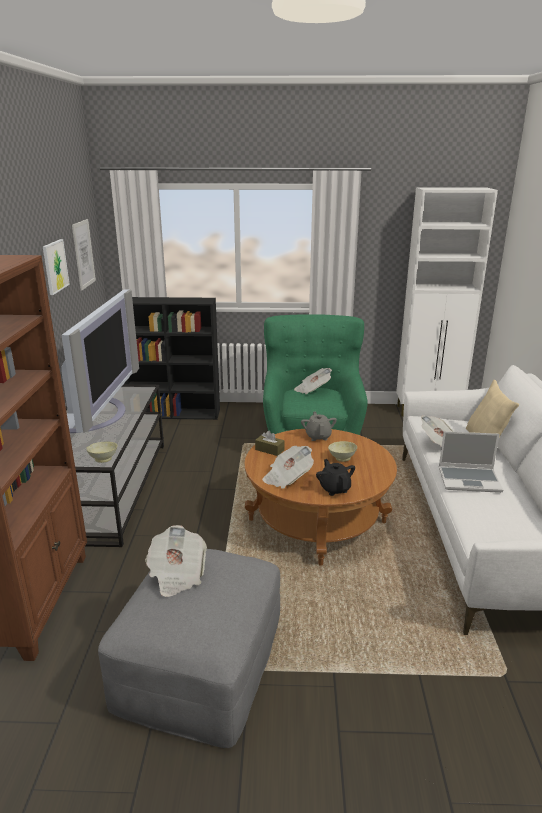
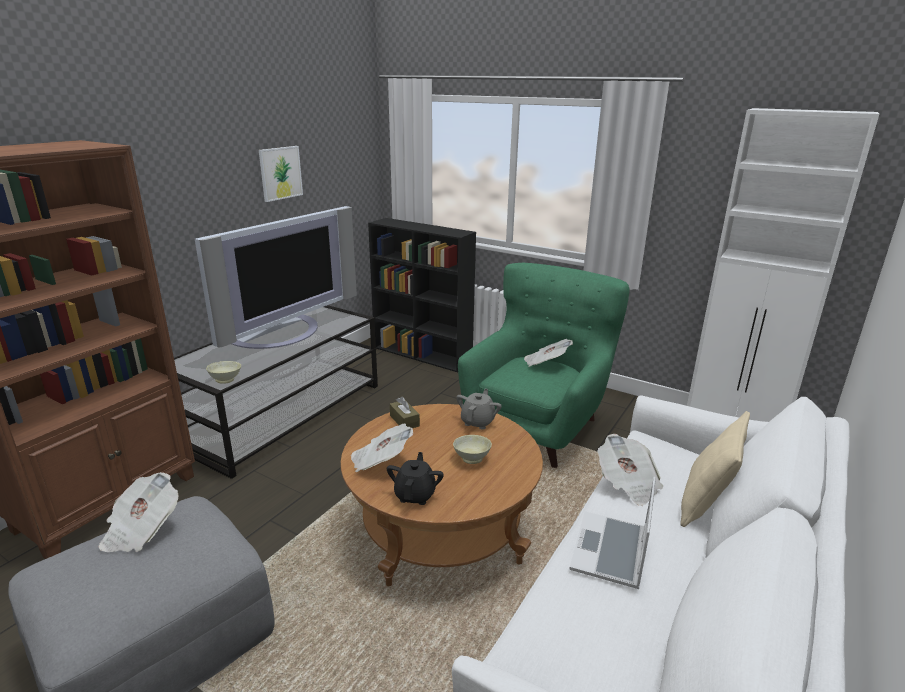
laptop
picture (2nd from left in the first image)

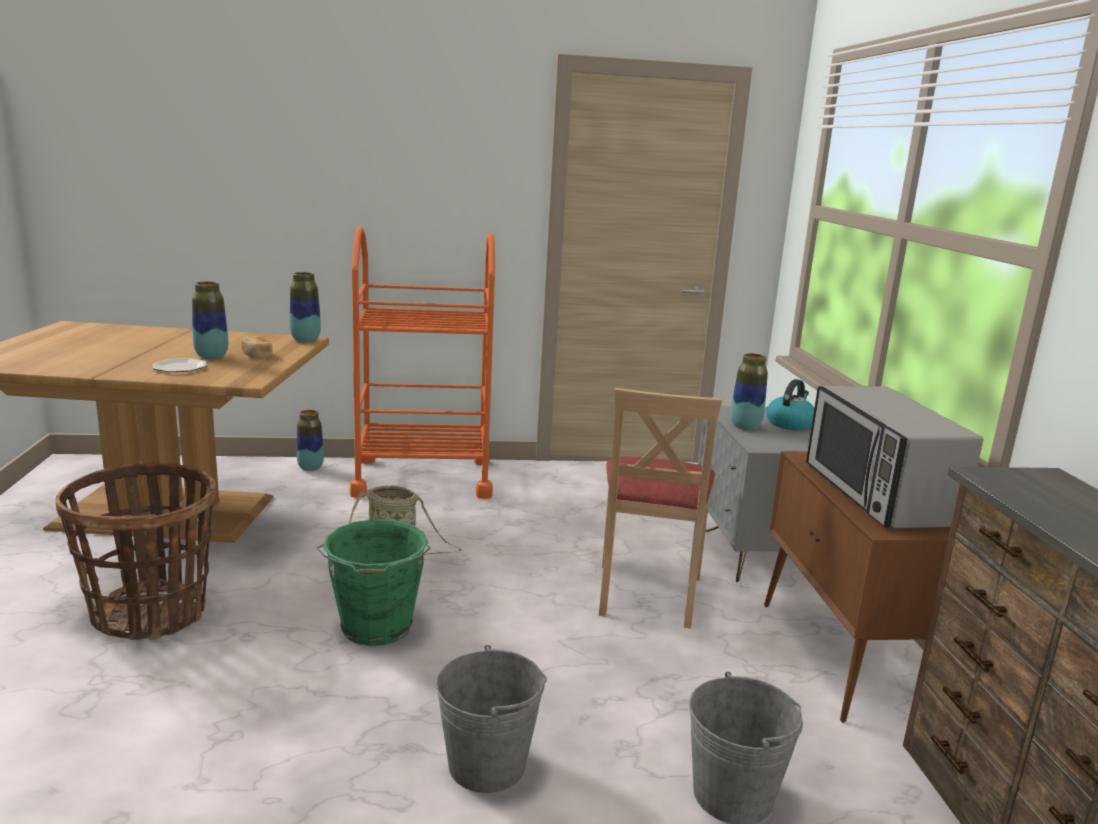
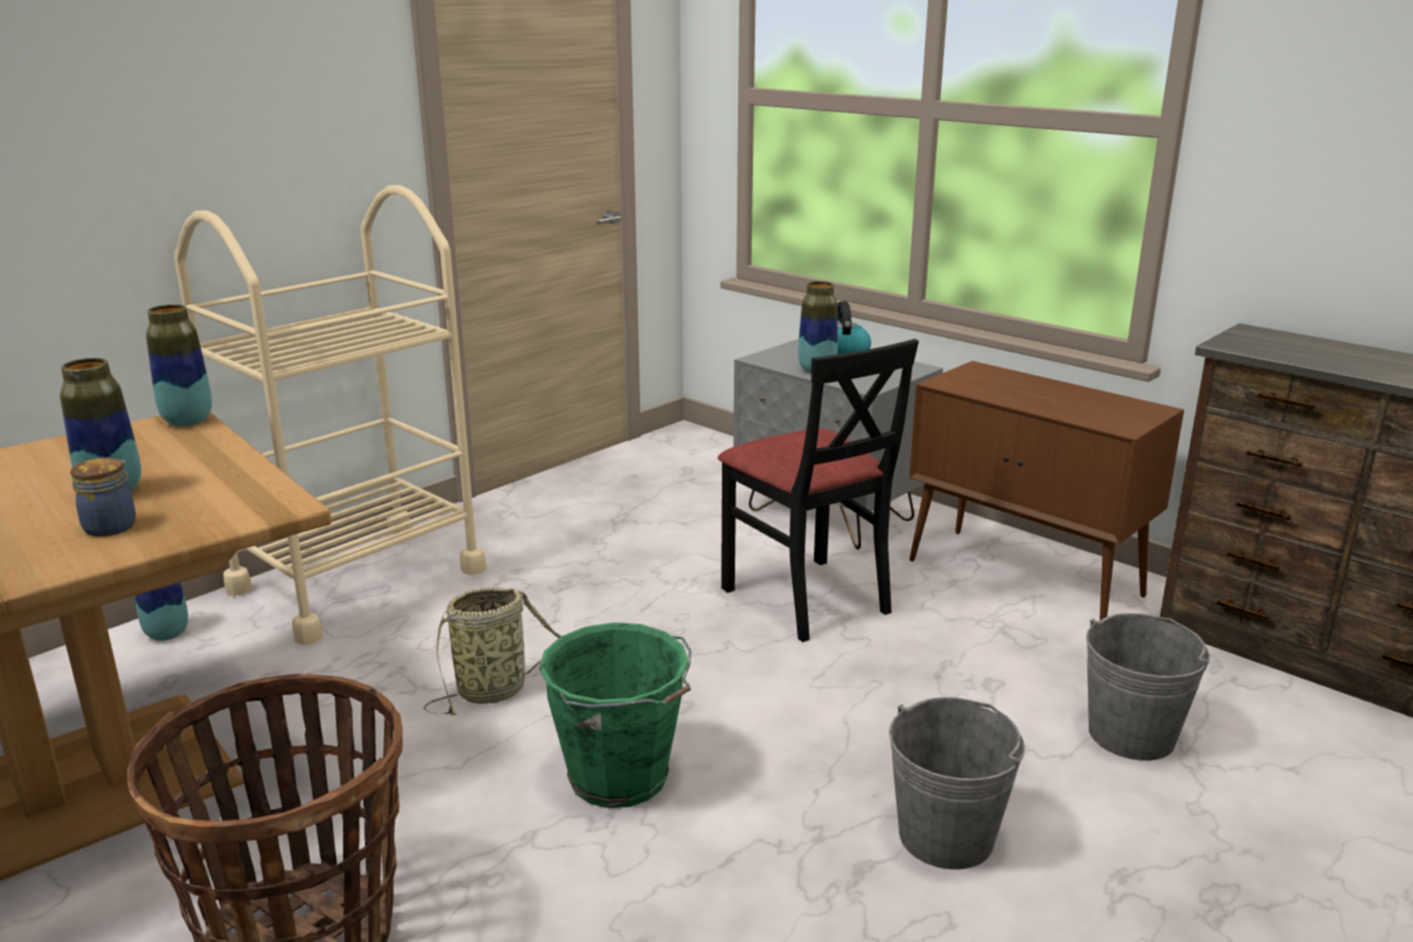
storage jar
beige wheeled cart
blackish plain chair
baked bread
microwave oven

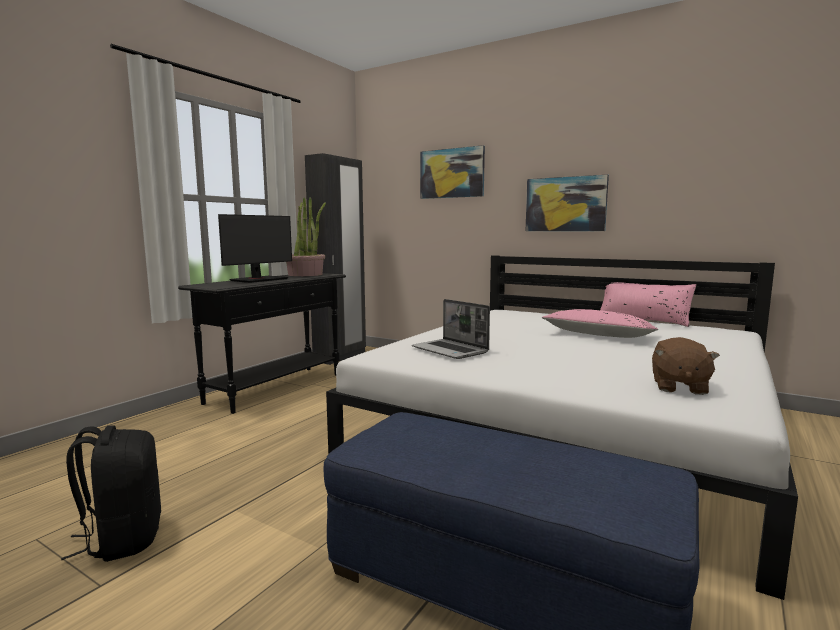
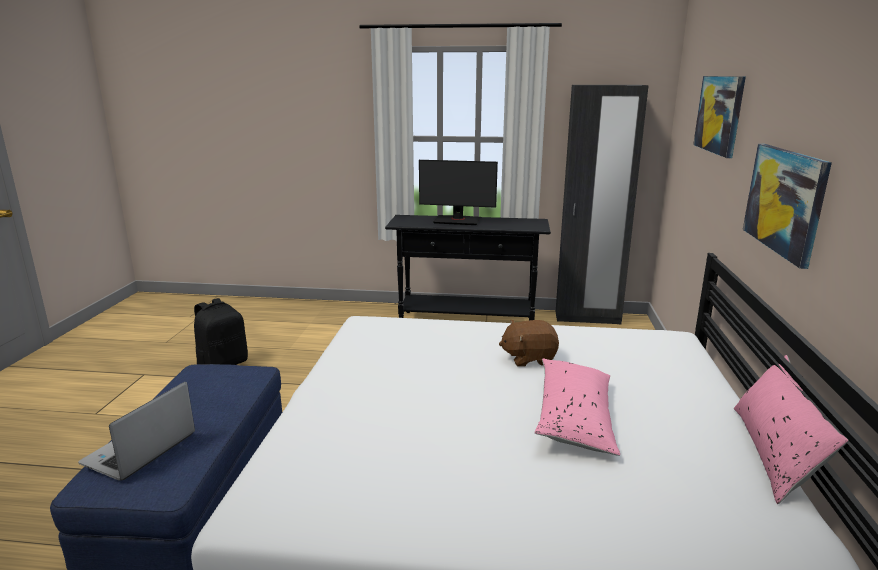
laptop
brown soft toy
houseplant

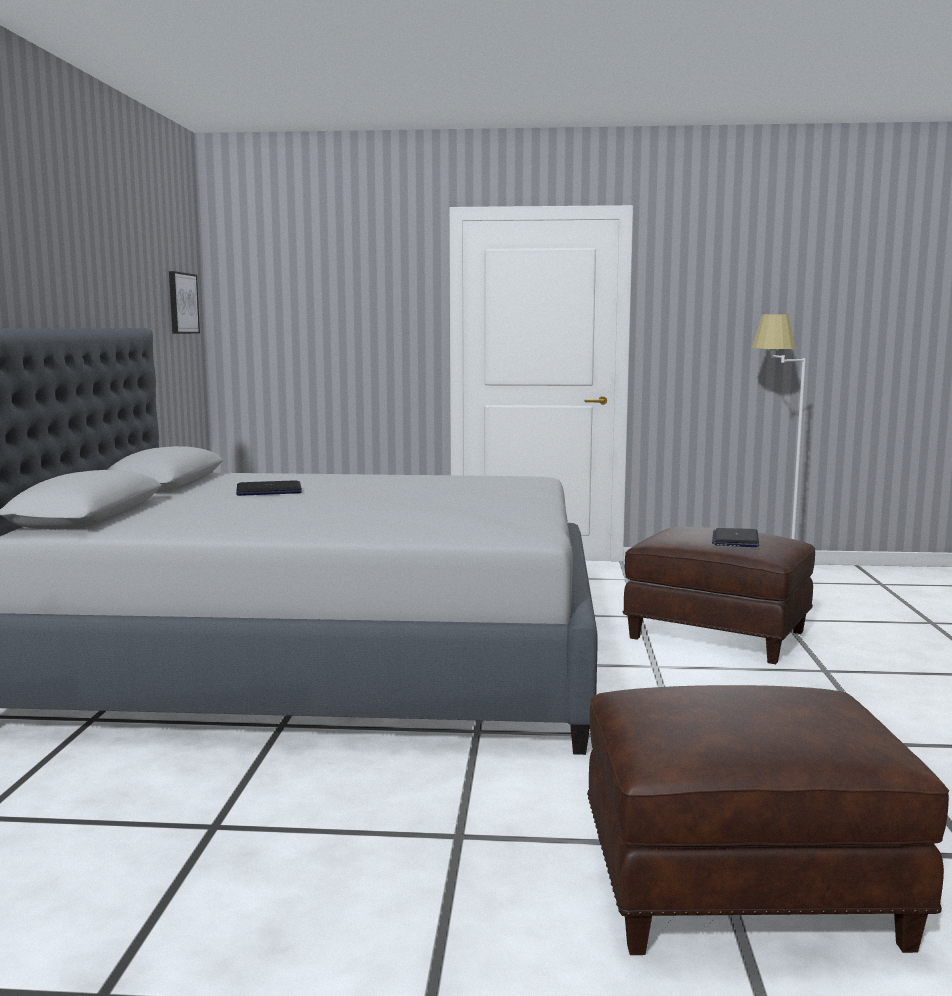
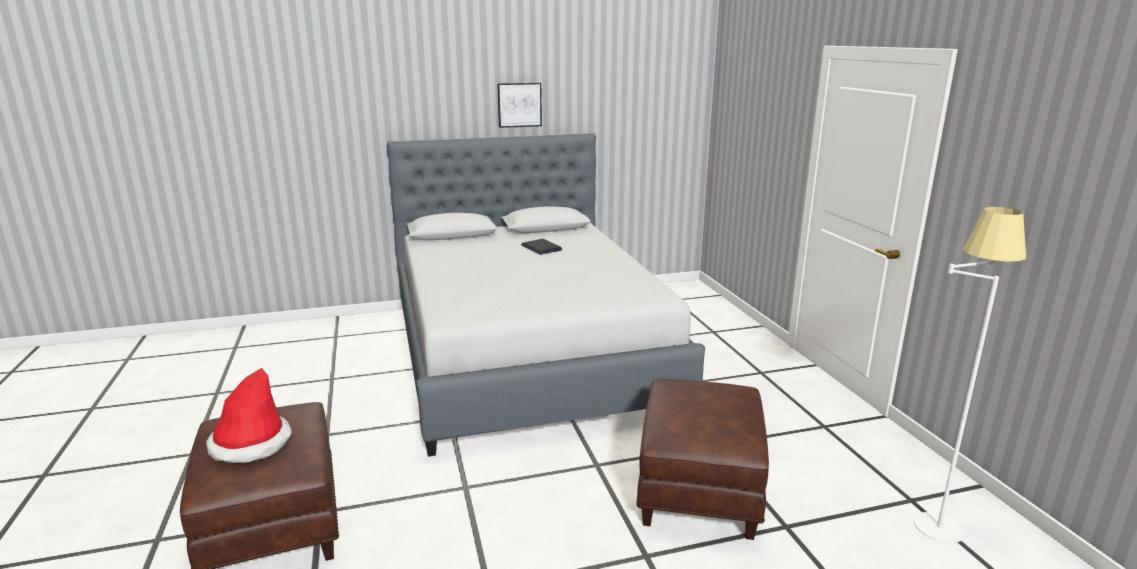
wearable hat
picture
laptop (2nd from left in the first image)

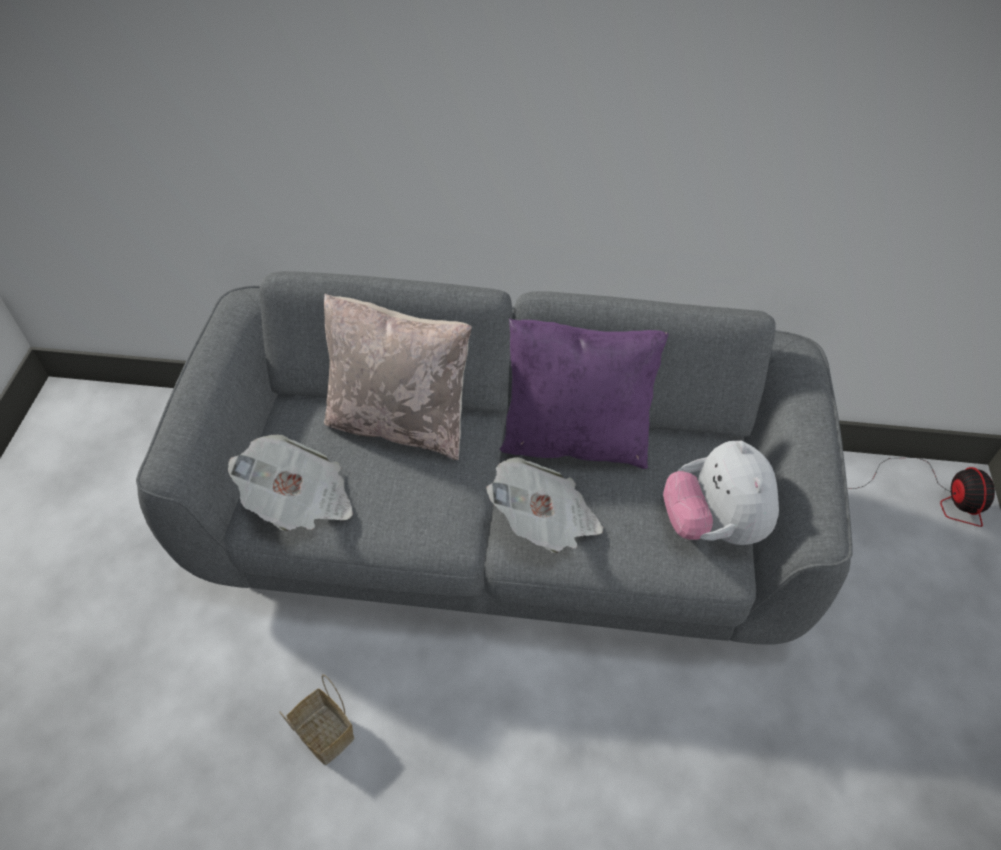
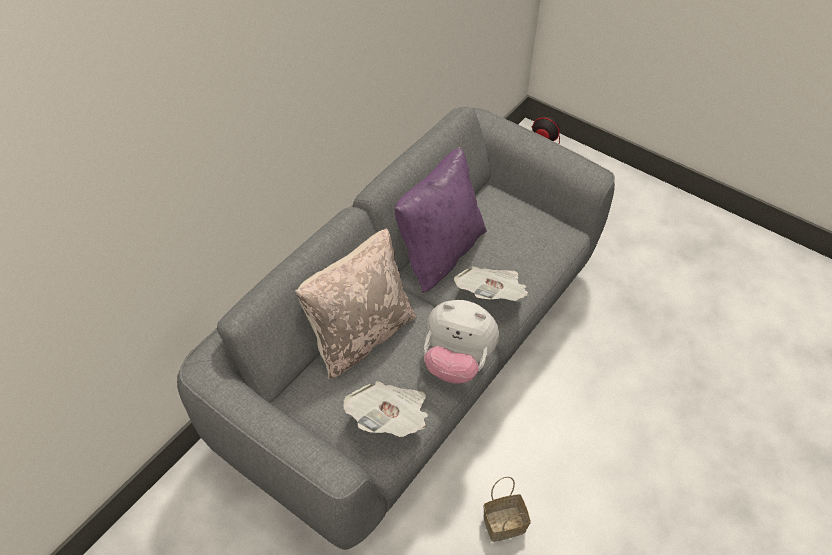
soft toy

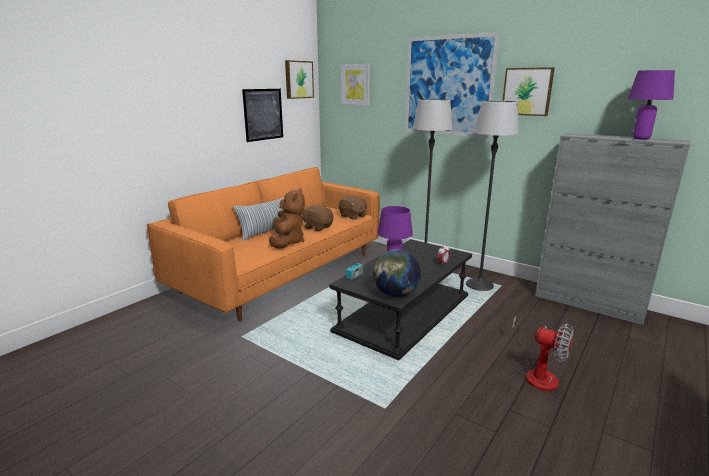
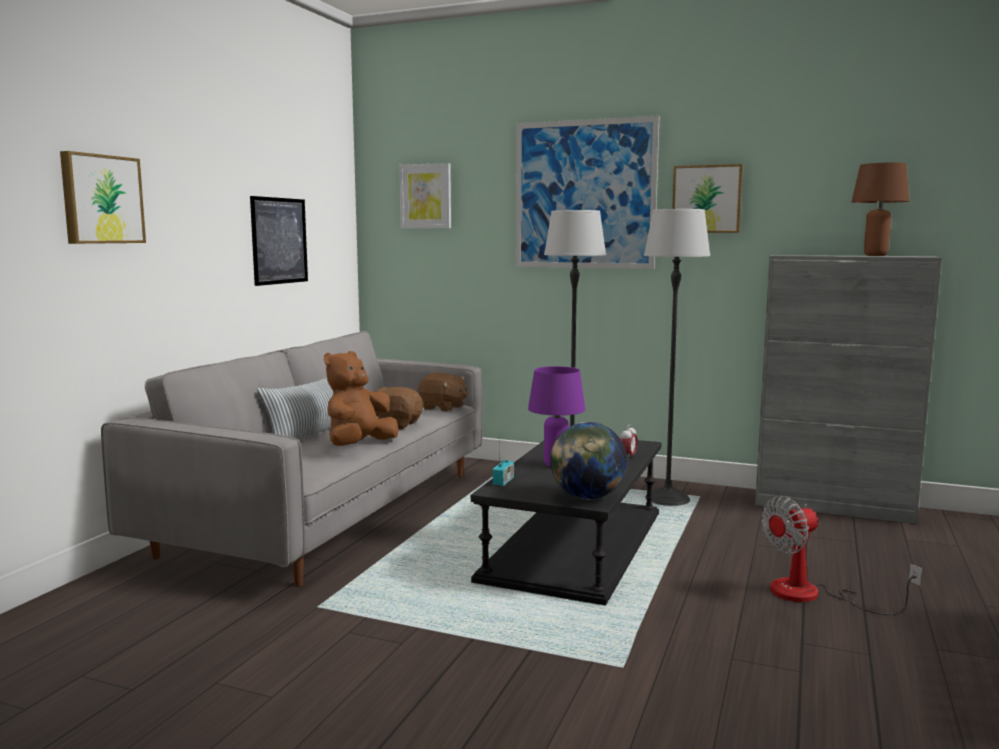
picture (1st from left)
greyish sofa
brown soft toy (1st from left)
electric fan
brown lamp for a table

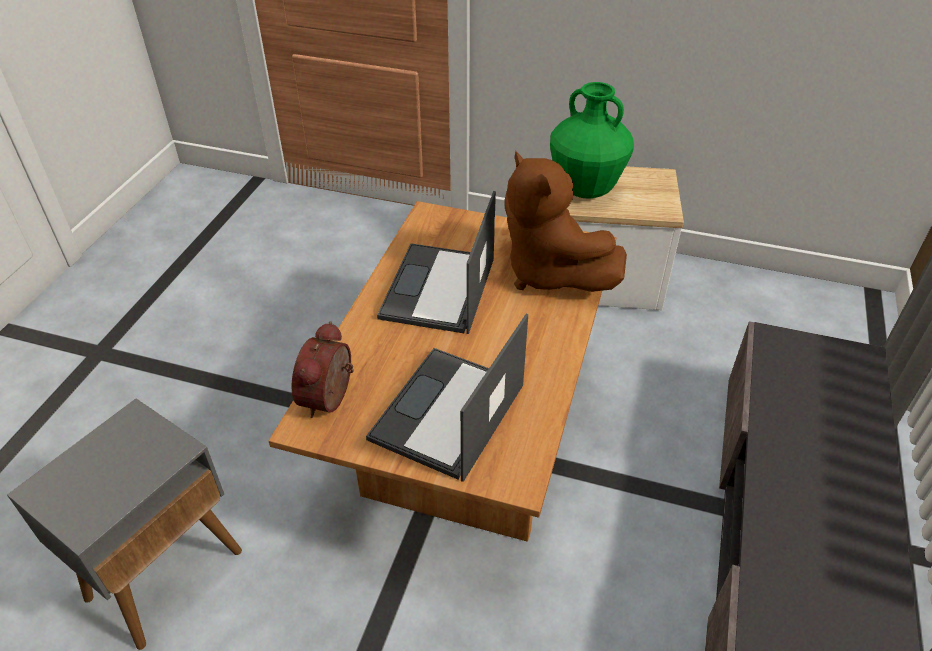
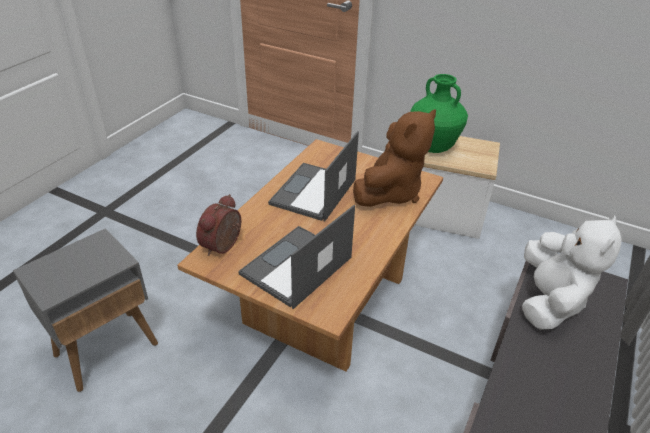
brown soft toy
white soft toy

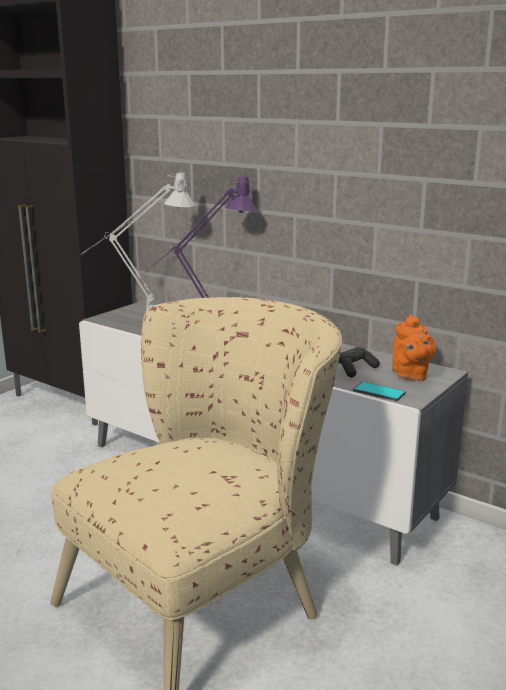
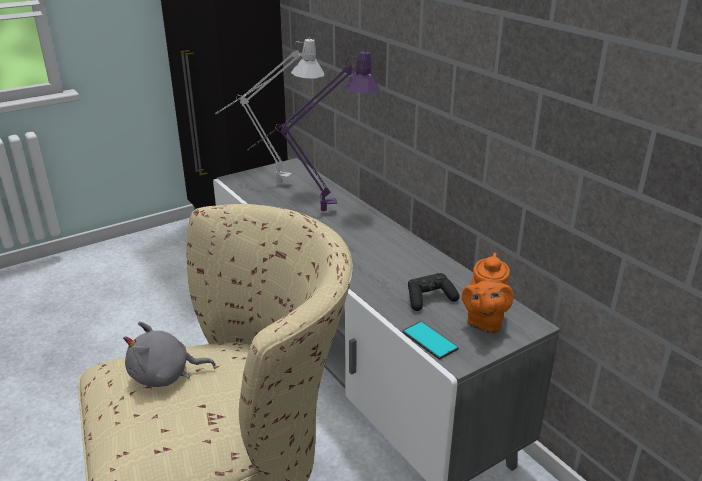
greyish soft toy

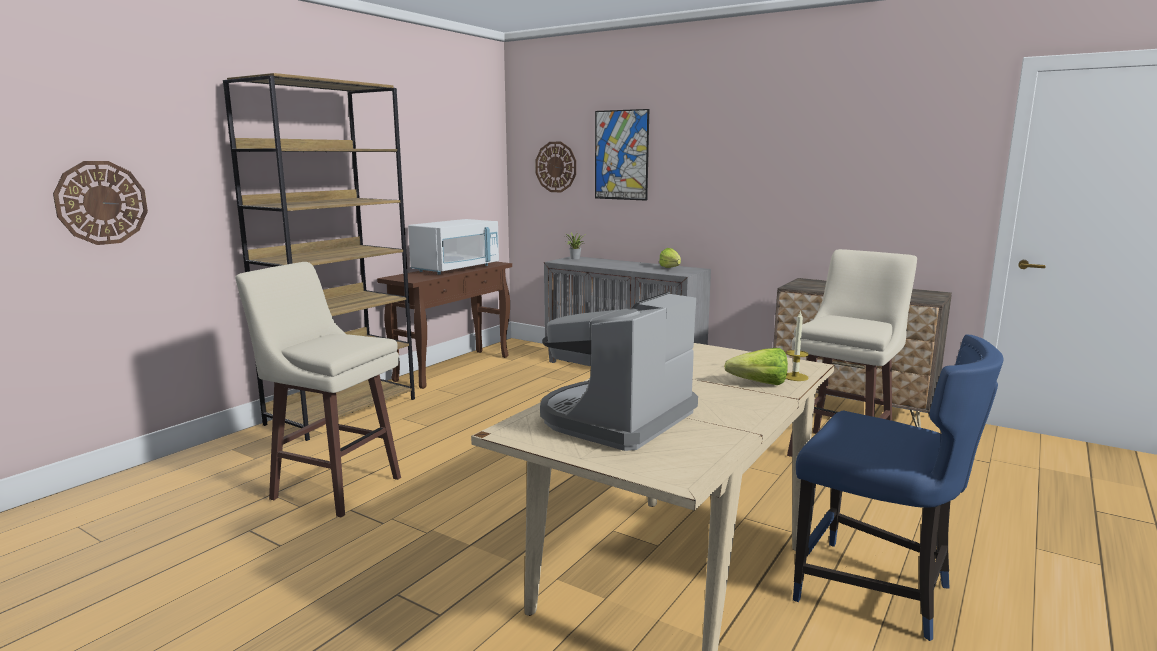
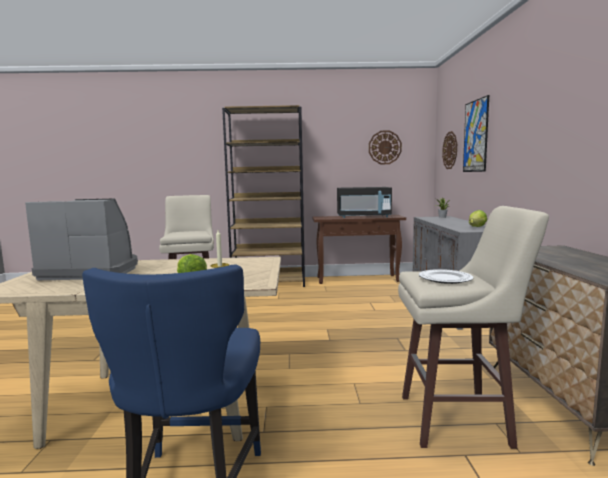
blackish microwave oven
clock on the wall (1st from left)
flat dish

